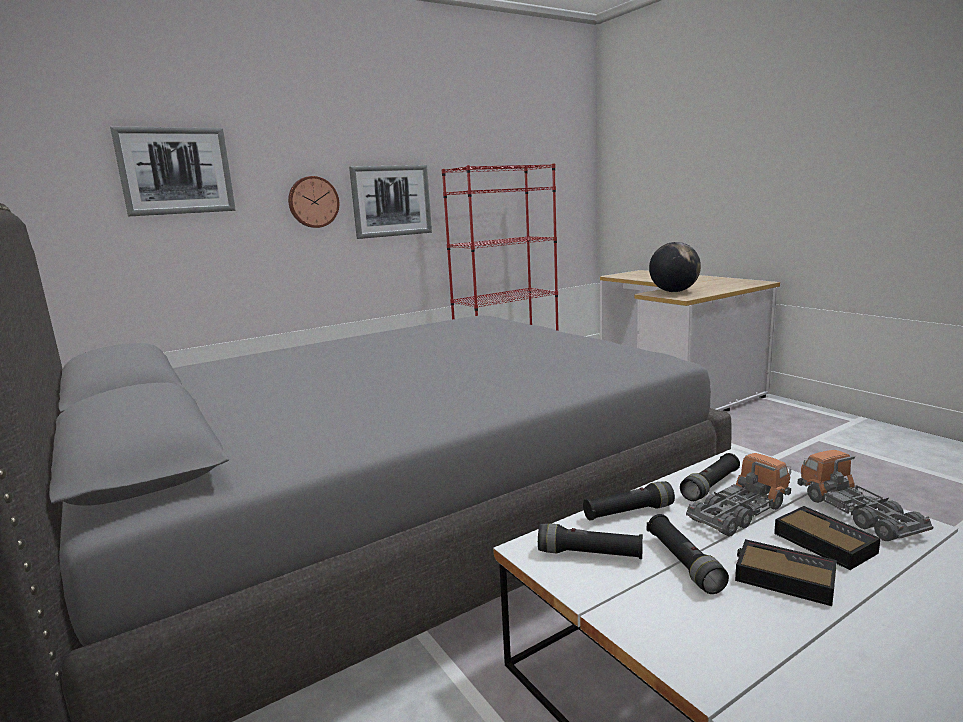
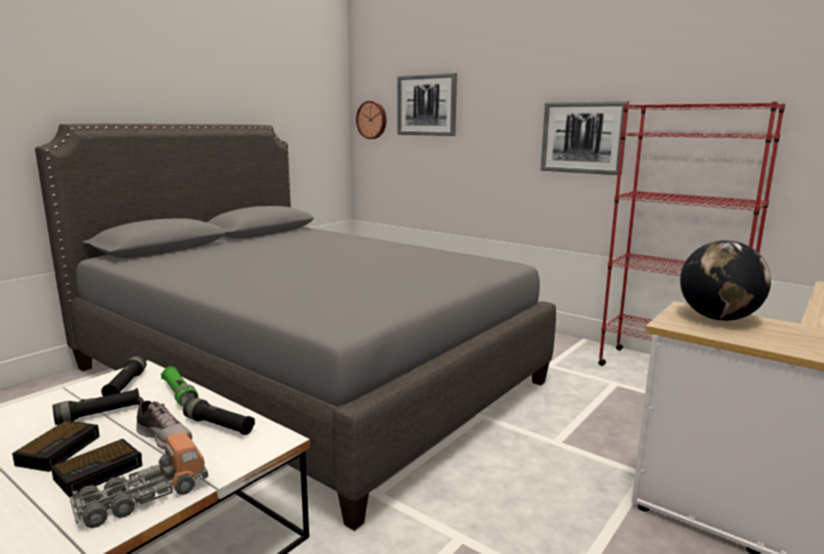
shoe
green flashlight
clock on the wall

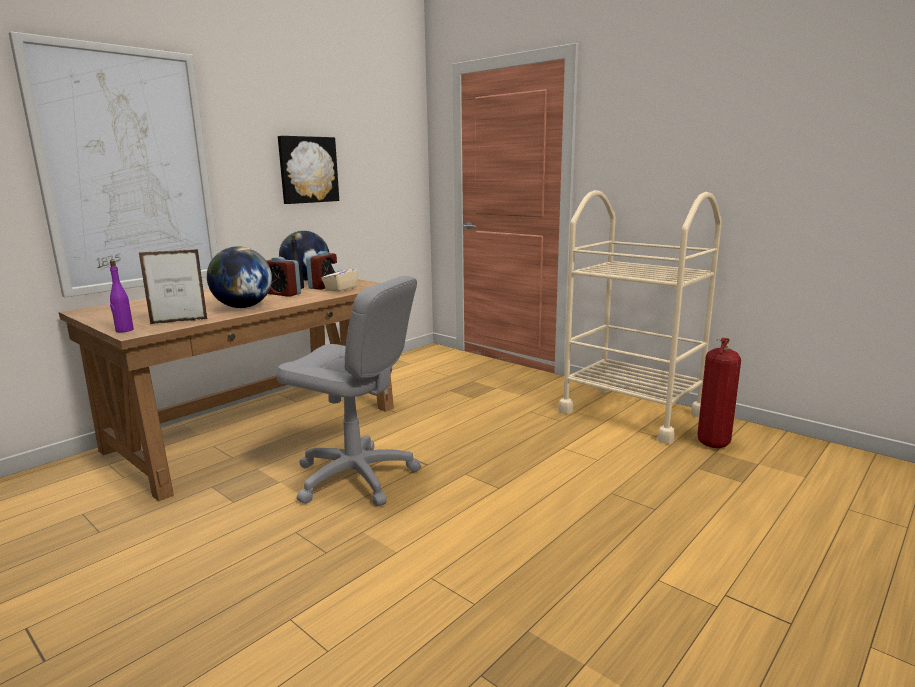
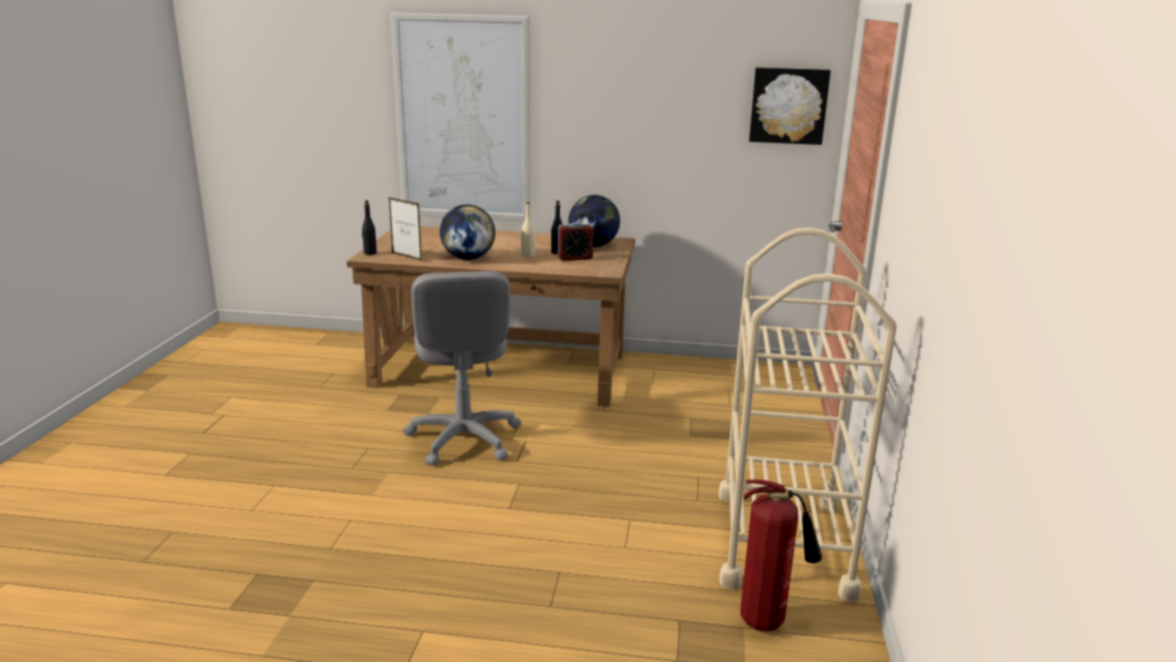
blackish drink bottle (1st from left)
beige drink bottle
picture (2nd from left)
beige tissue holder

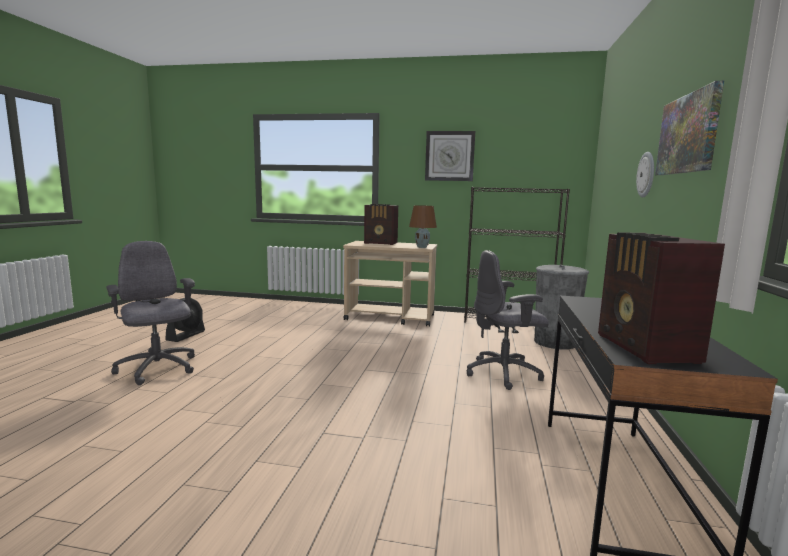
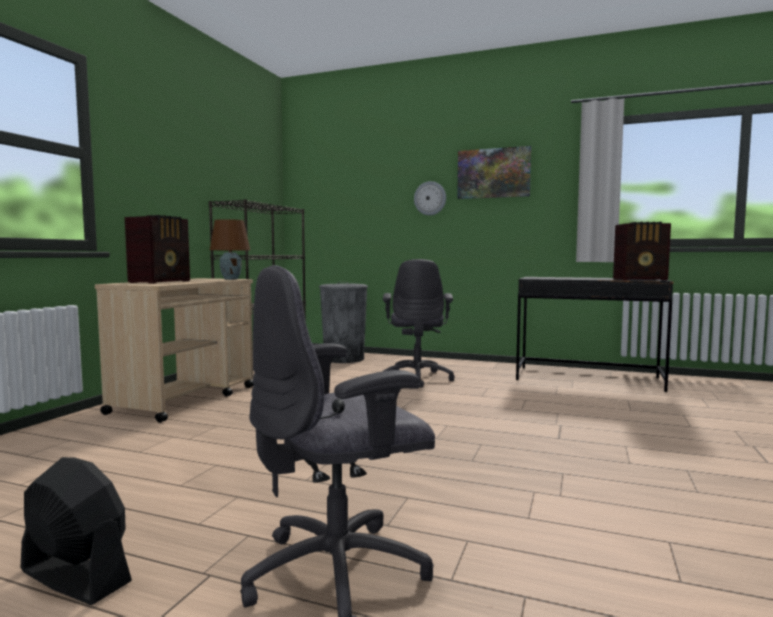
clock on the wall (1st from left in the first image)

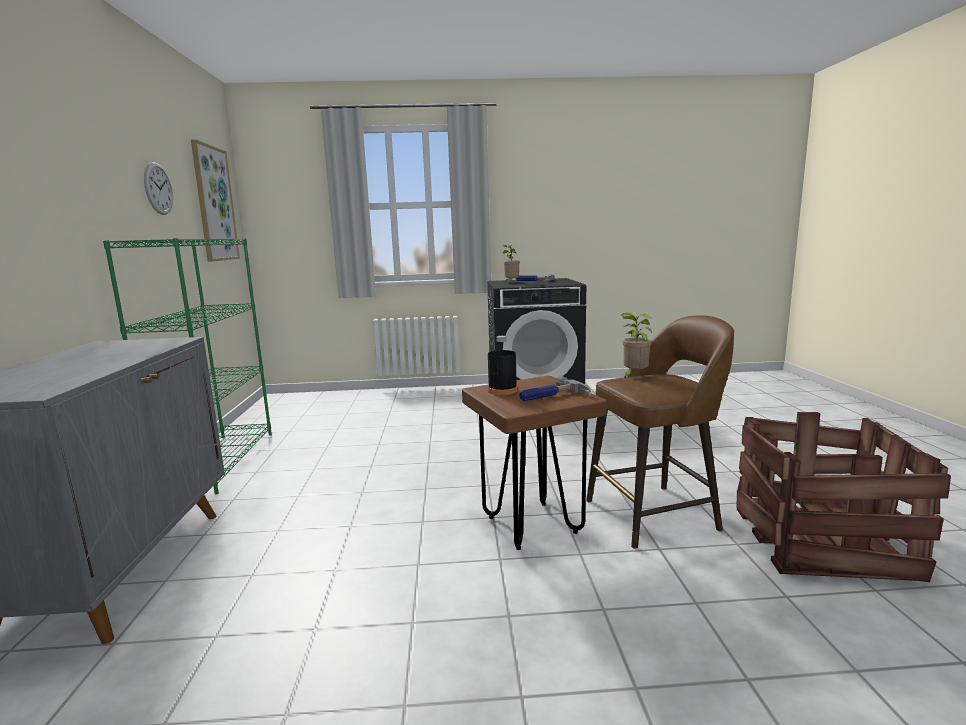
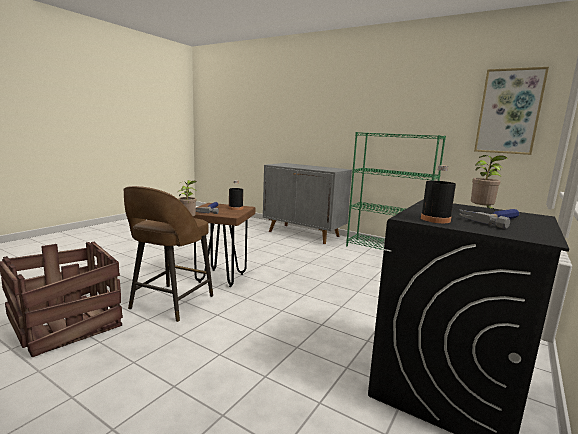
blackish drink bottle (2nd from left)
clock on the wall

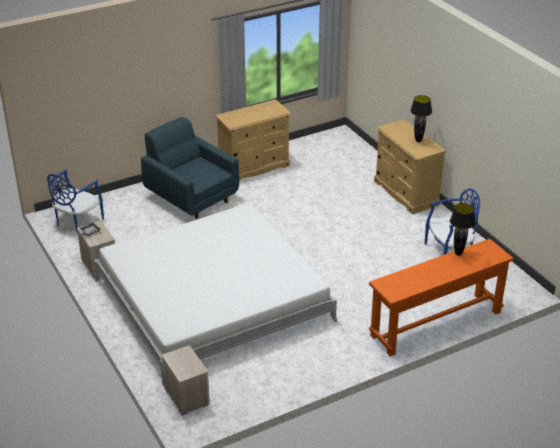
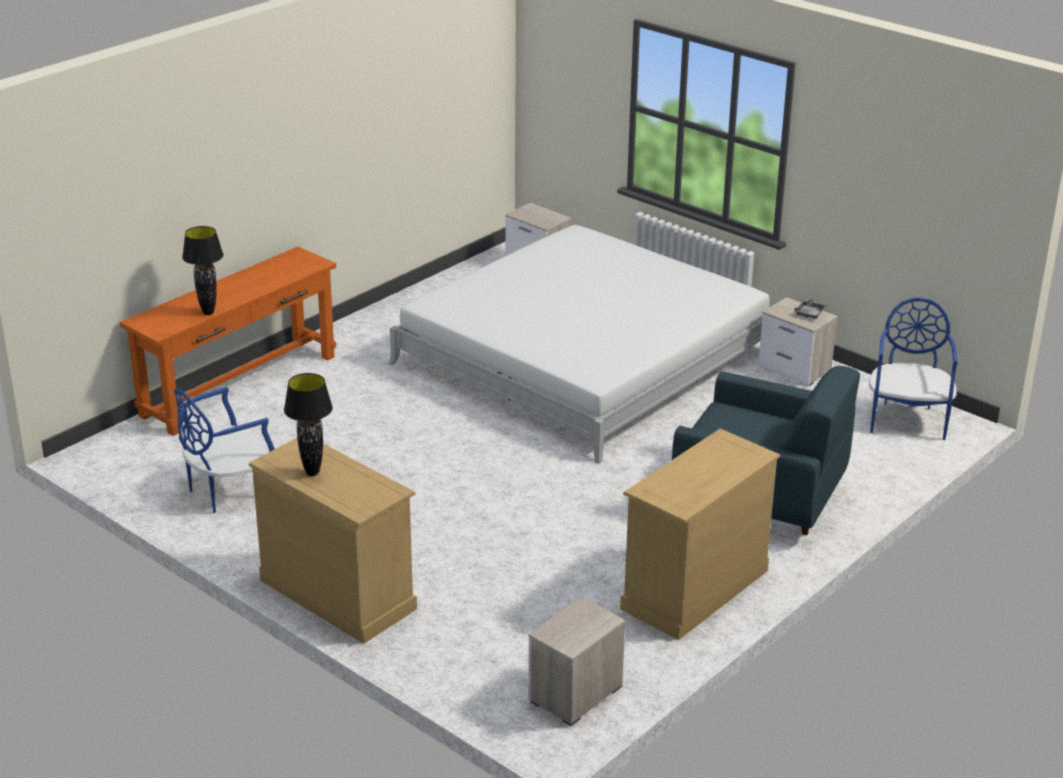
night table (2nd from left)

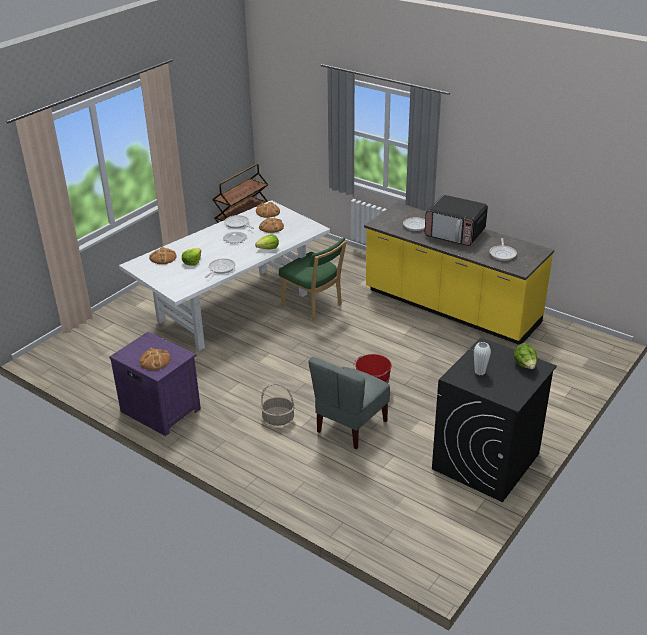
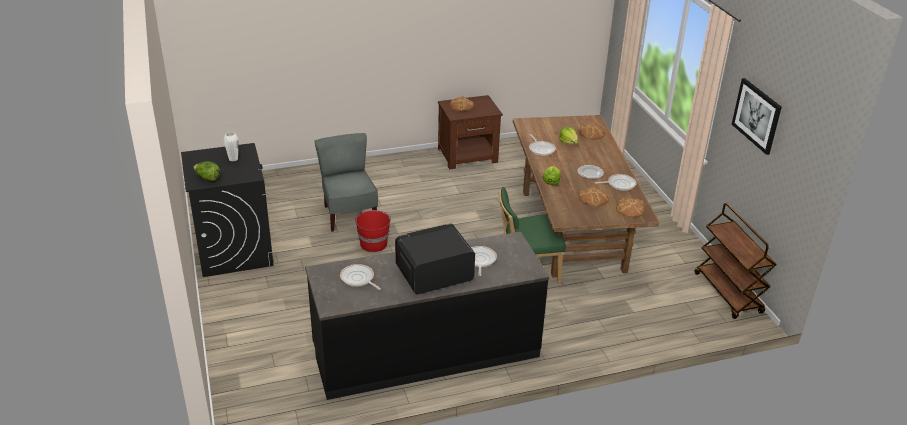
blackish kitchen base unit
brown night table
brown dinner table
picture
basket

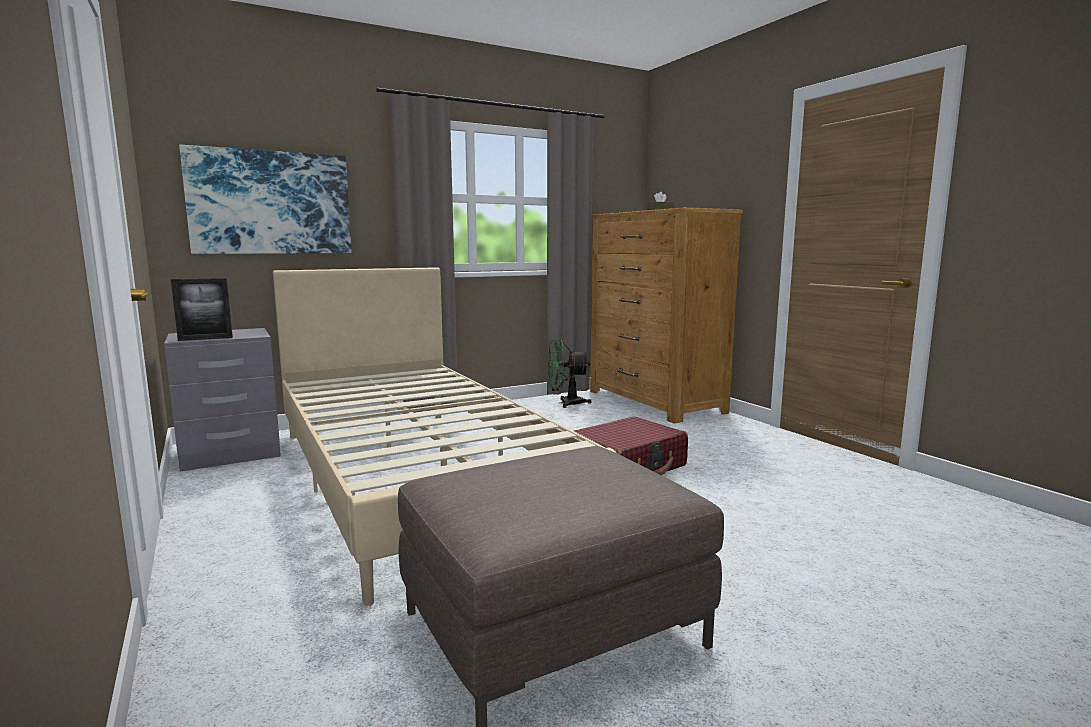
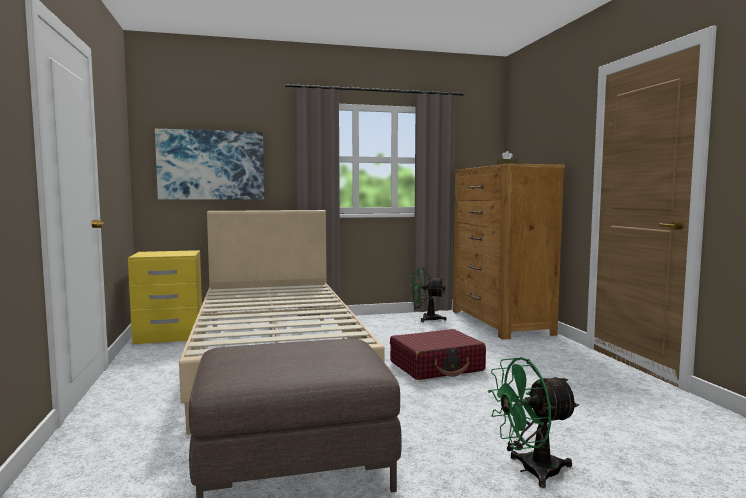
yellowish night table
green electric fan (2nd from left)
picture frame

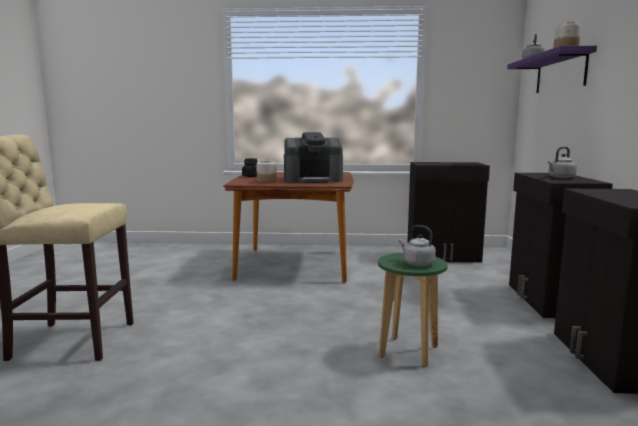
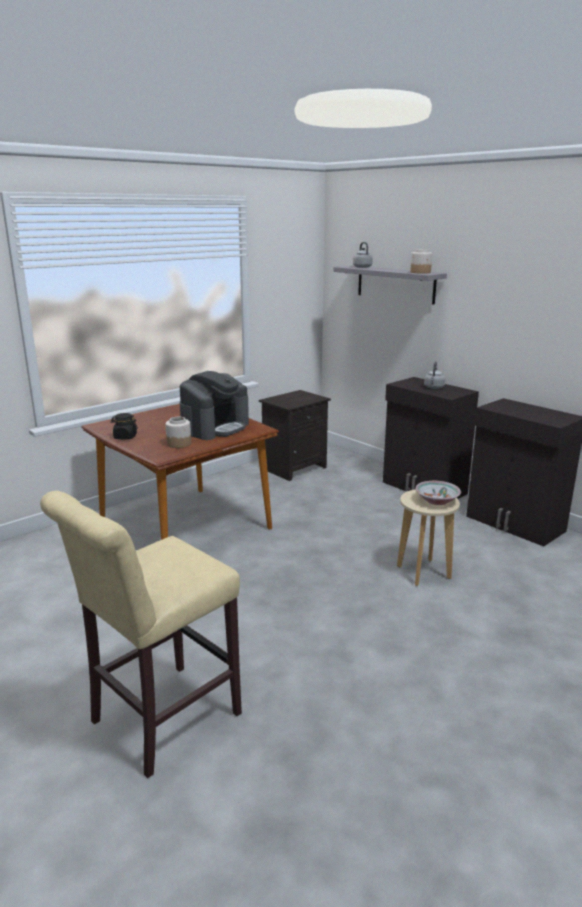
blackish night table
greyish bracket shelf
beige stool (2nd from left)
deep dish

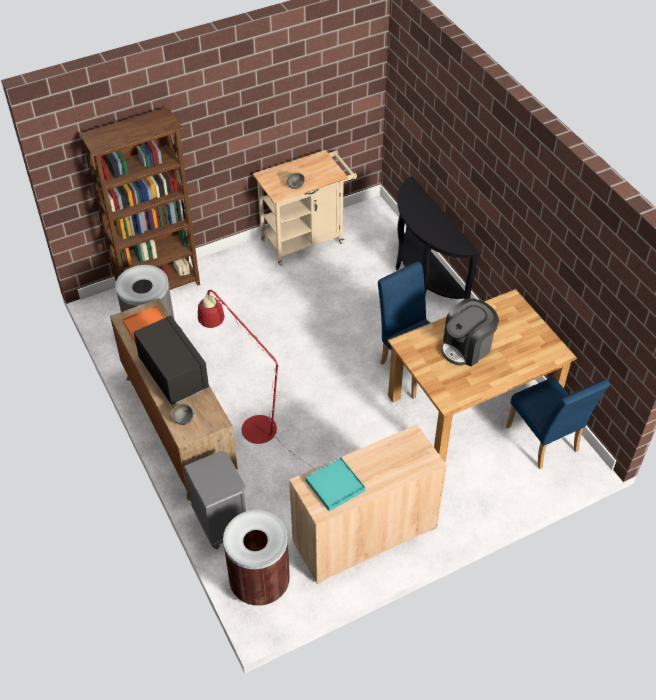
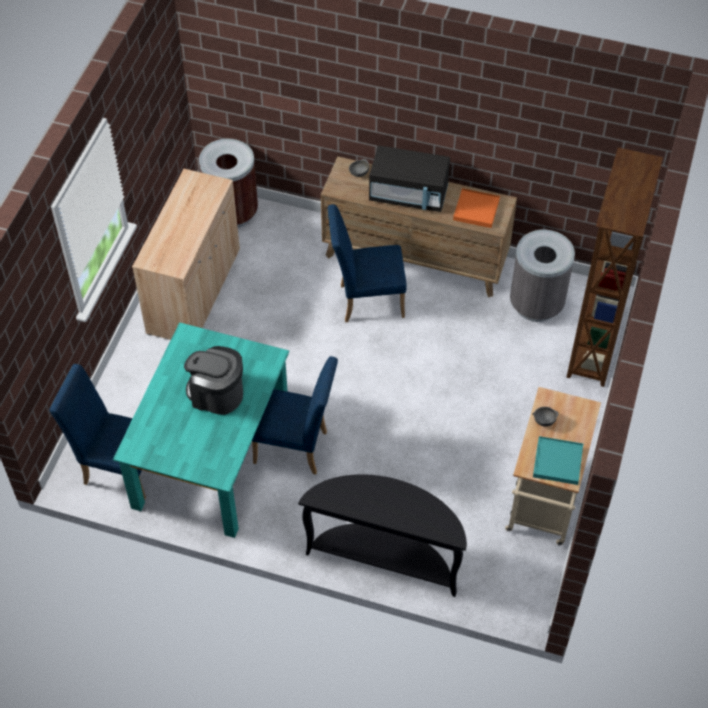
turquoise-coloured dinner table
coffee maker
blue plain chair (3rd from left)
turquoise-coloured carrying tray
greyish night table

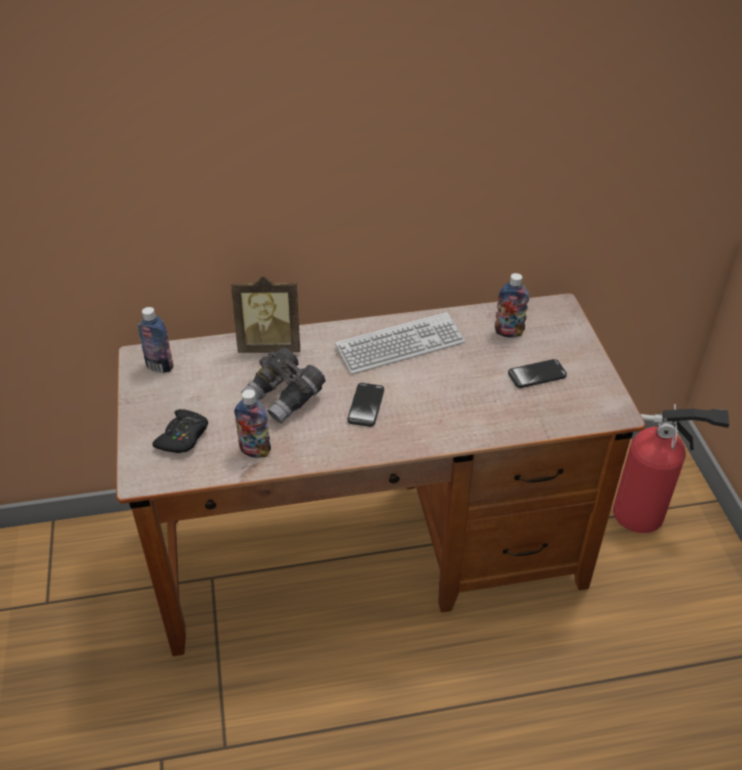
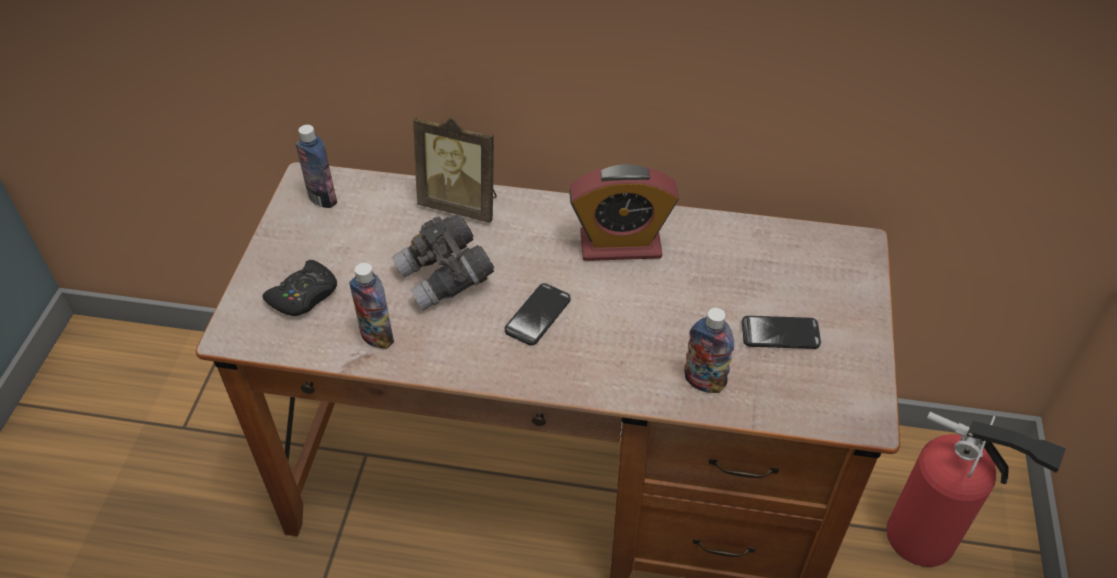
alarm clock
drink bottle (3rd from left)

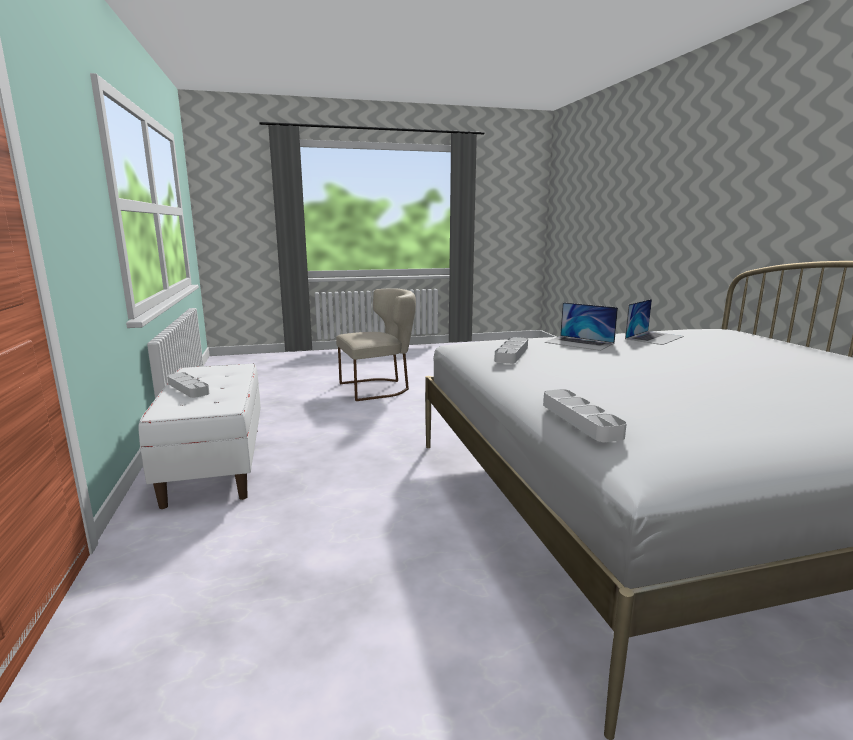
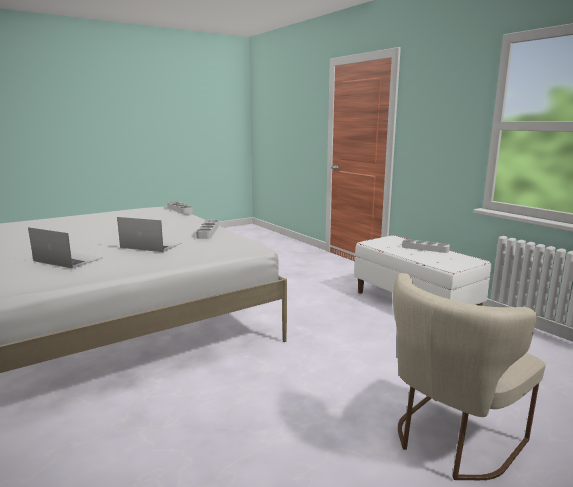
laptop (1st from left)

